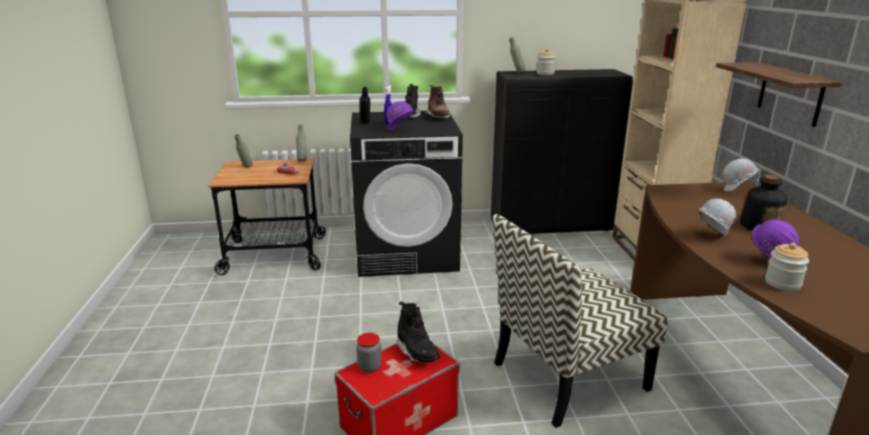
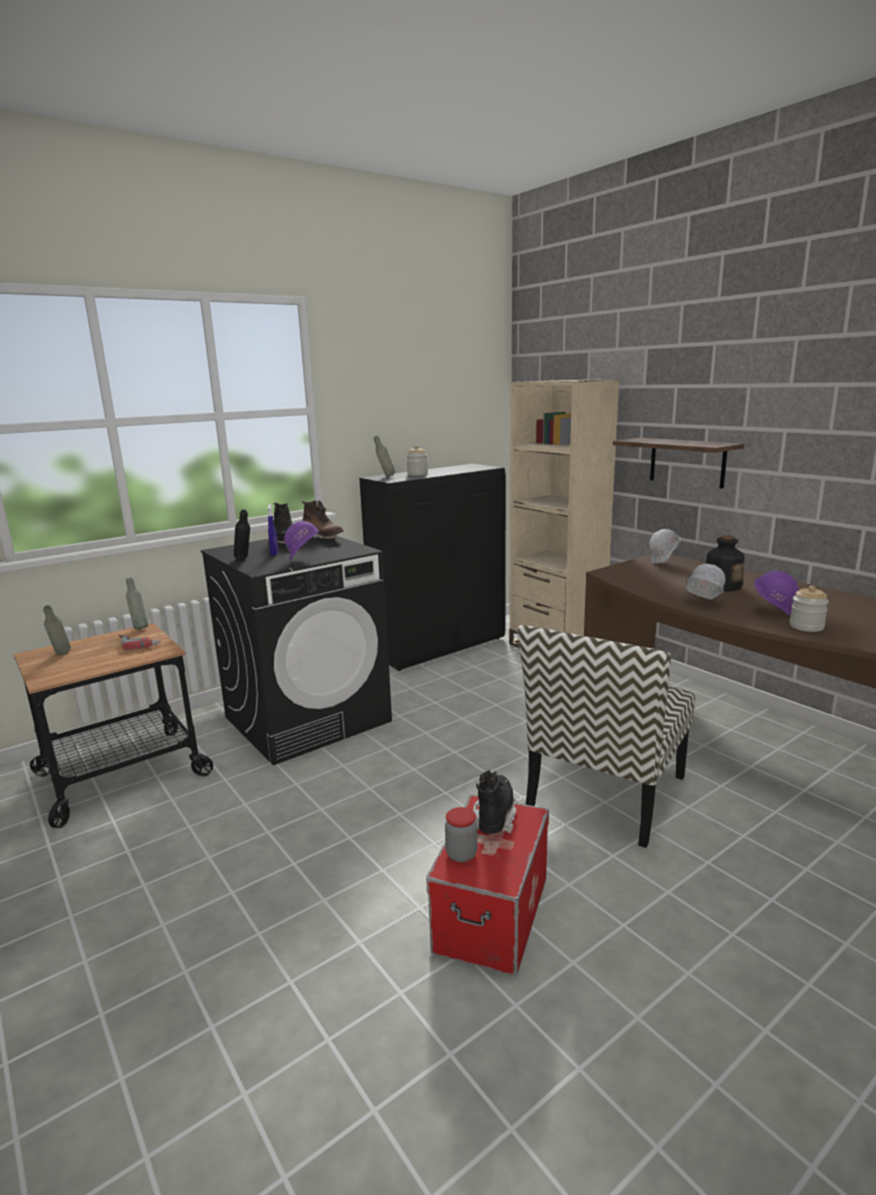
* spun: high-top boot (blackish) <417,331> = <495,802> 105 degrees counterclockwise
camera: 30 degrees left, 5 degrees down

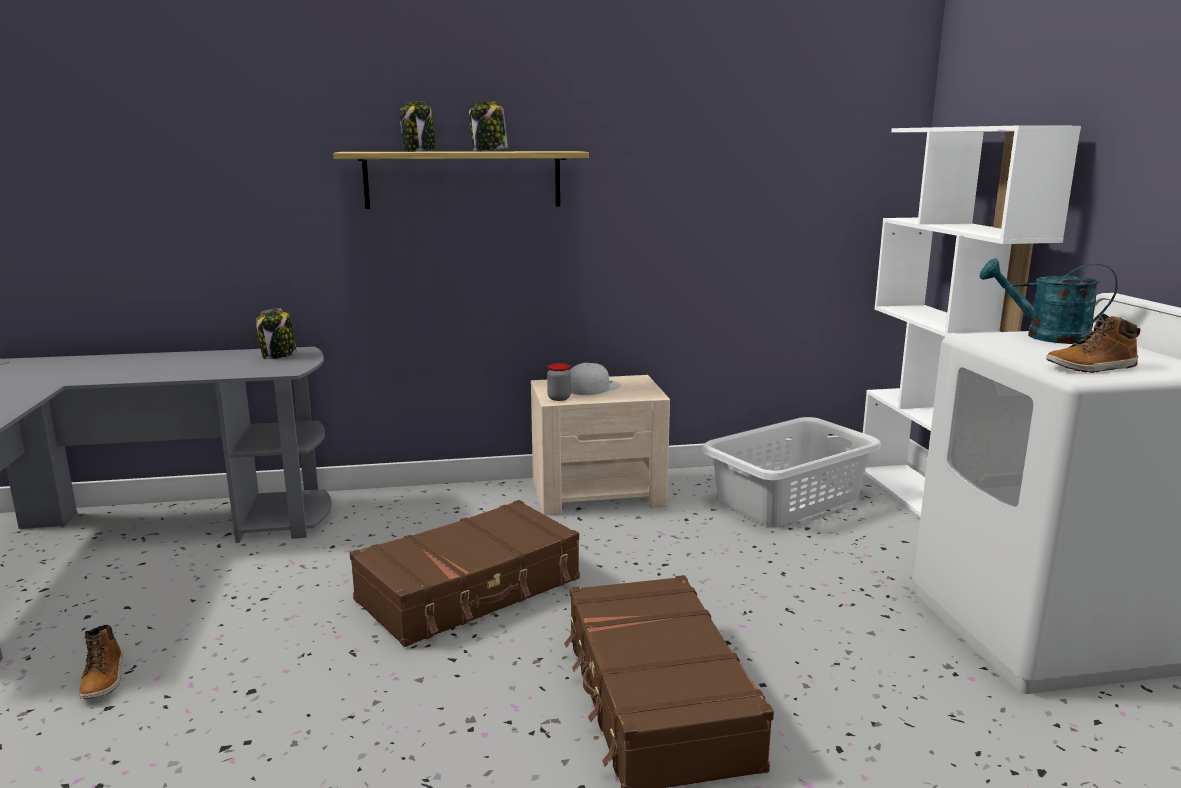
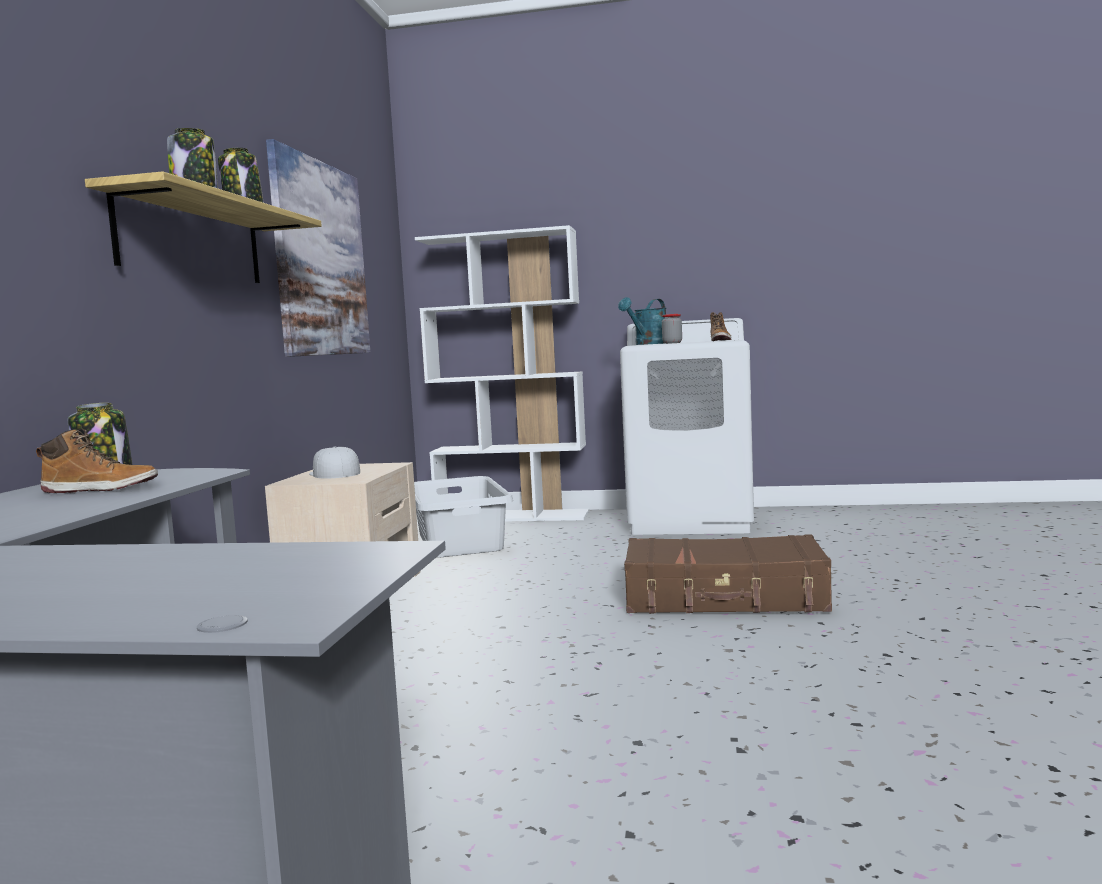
* relocated: preserve jar <559,382> to <672,329>
* missing: suitcase (brown-coloured) <465,573>
* relocated: high-top boot <101,662> to <97,461>
* appeared: picture <318,248>
camera: 70 degrees left, 10 degrees down

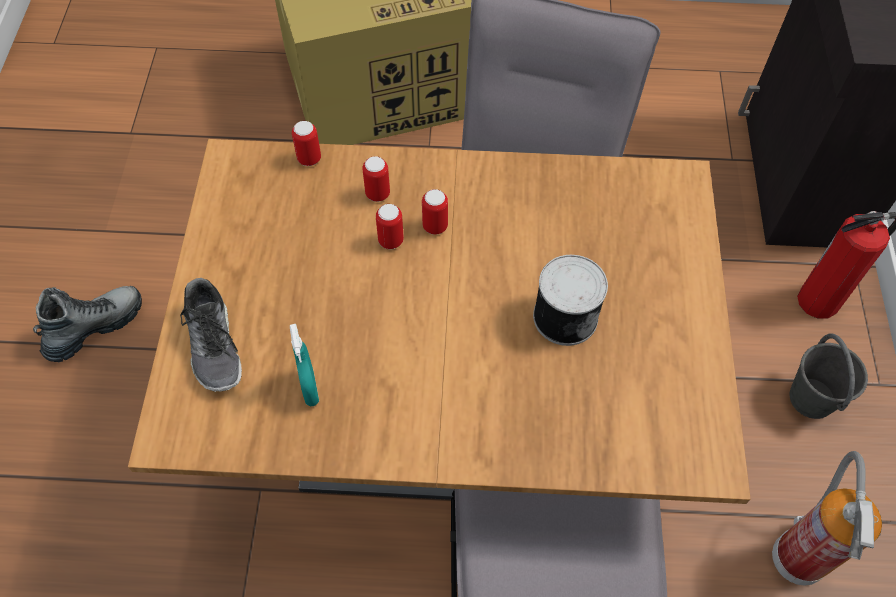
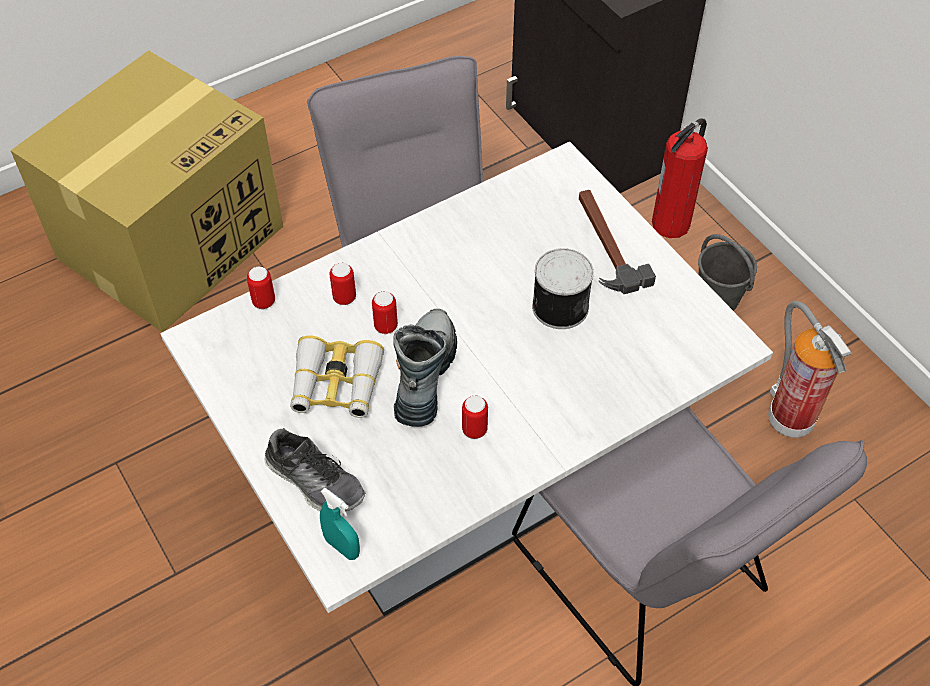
* colour: dinner table (brown-coloured) <439,321> to dinner table (white) <466,379>
* relocated: can <435,212> to <475,417>
* relocated: high-top boot <87,324> to <425,368>
* relocated: hand sprayer (blue-green) <304,365> to <340,524>
* appeared: hammer <617,242>
* appeared: pair of binoculars <337,377>
camera: 35 degrees left, 5 degrees down

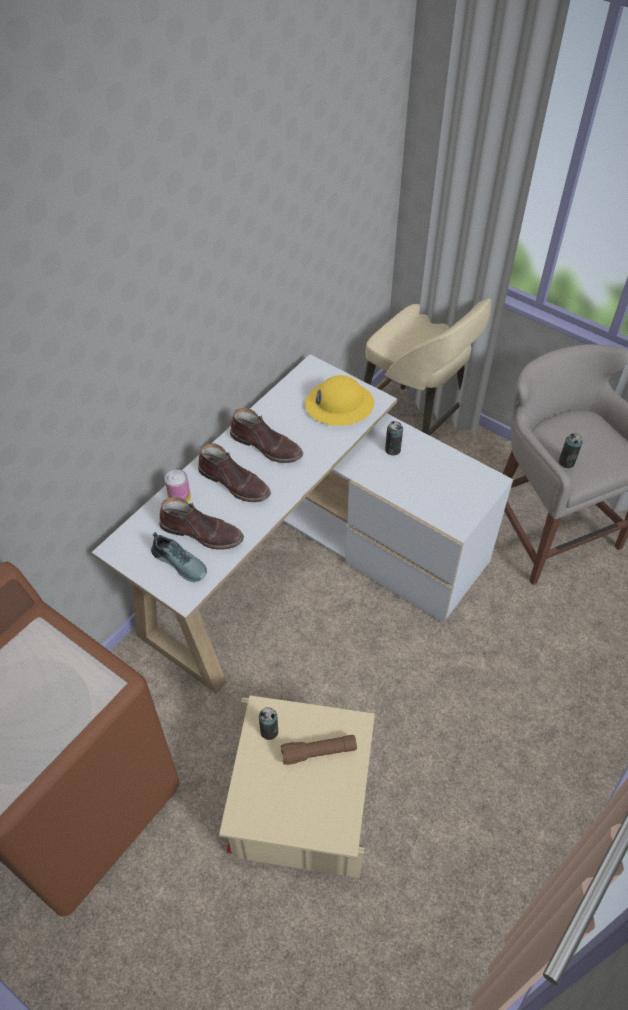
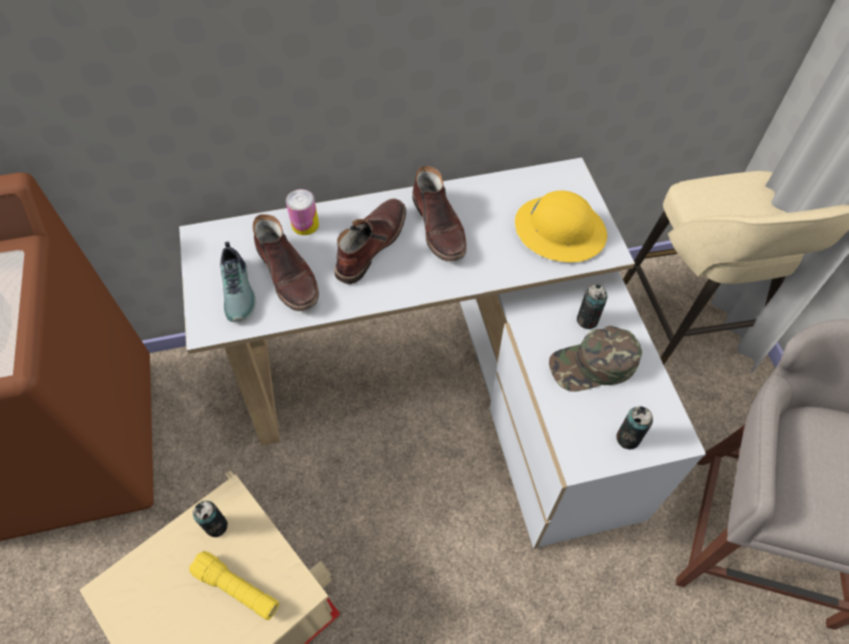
* relocated: can <570,450> to <634,428>
* spun: high-top boot (brown-coloured) <234,472> = <370,241> 135 degrees counterclockwise
* colour: hand torch (brown-coloured) <319,750> to hand torch (yellow) <234,585>
* appeared: peaked cap (greenish) <595,359>
camera: 40 degrees right, 5 degrees up

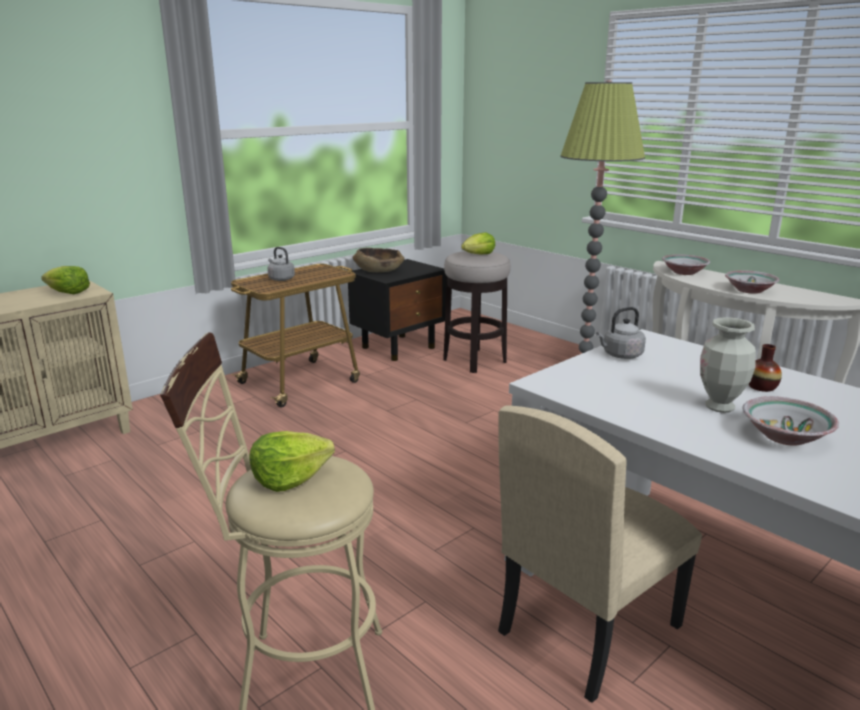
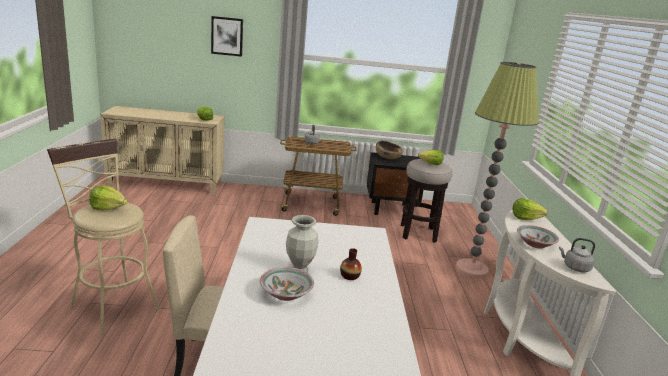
* exchanged: deep dish <686,264> to lettuce <530,209>
* relocated: kettle (grey) <621,333> to <577,255>
* appeared: picture <227,36>
camera: 40 degrees right, 0 degrees up

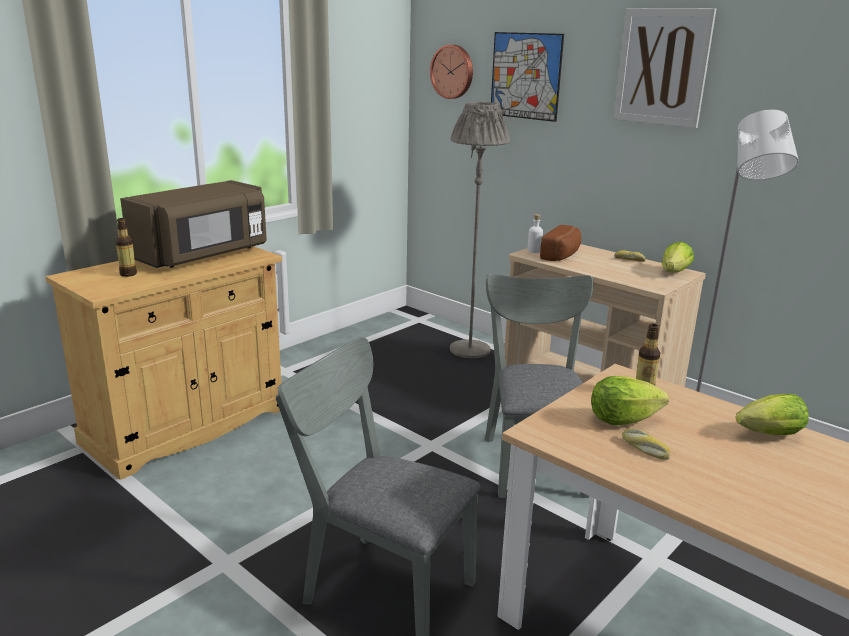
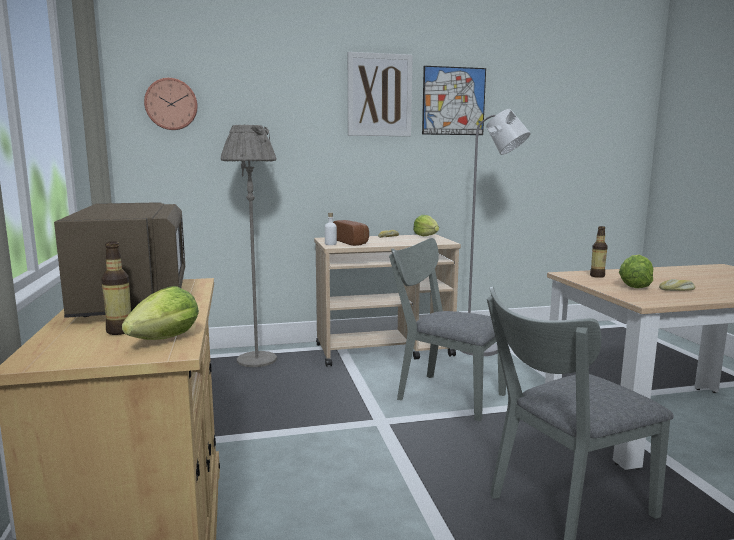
* relocated: picture <527,77> to <454,100>
* relocated: lettuce <772,414> to <160,313>
camera: 55 degrees left, 10 degrees down

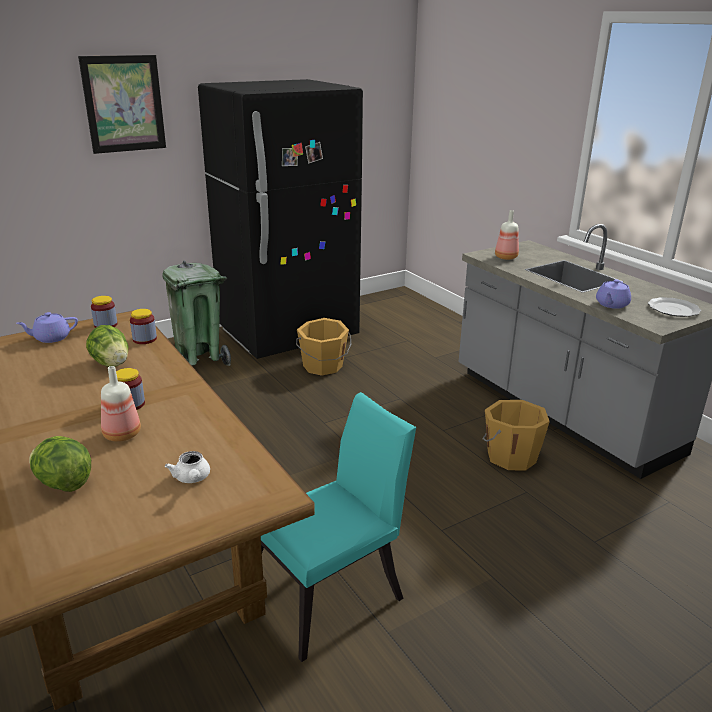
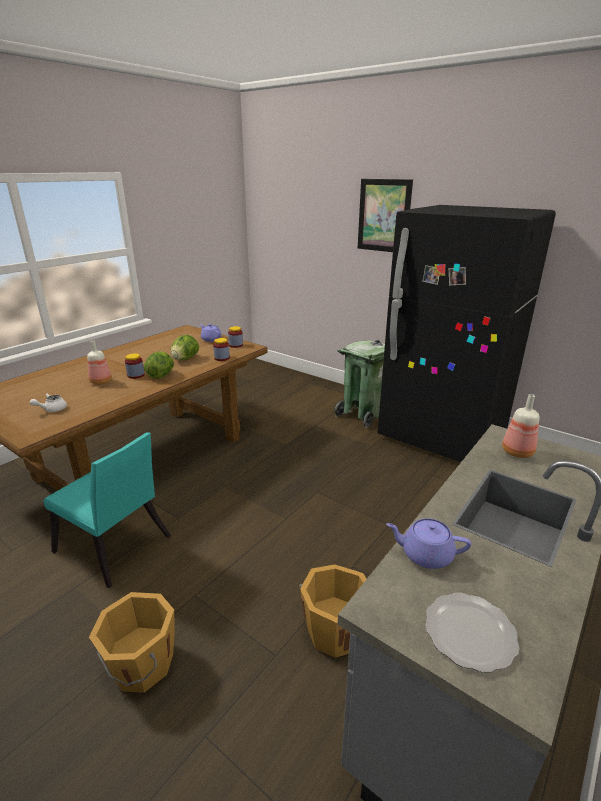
* relocated: bucket (orange) <323,347> to <132,642>
* relocated: lettuce <60,464> to <159,365>
camera: 70 degrees right, 0 degrees up

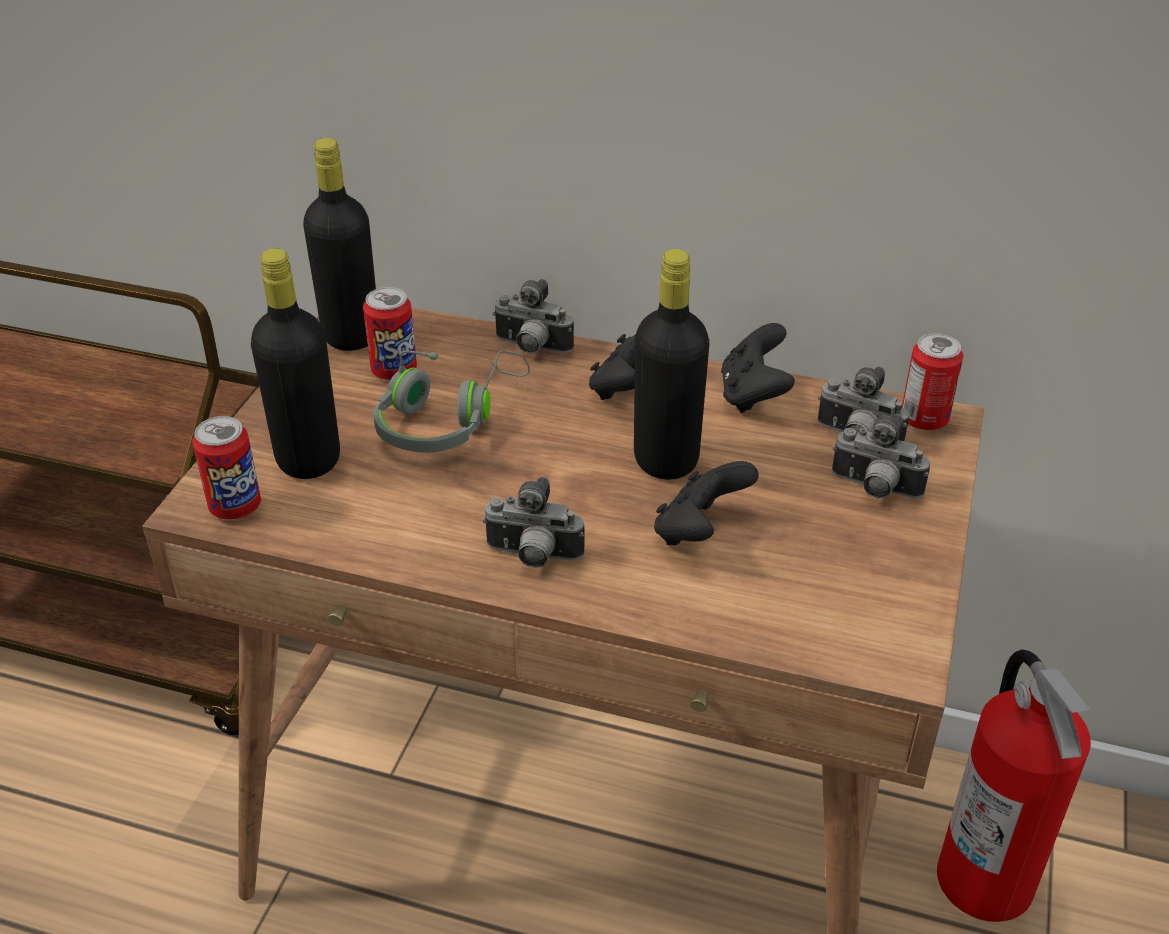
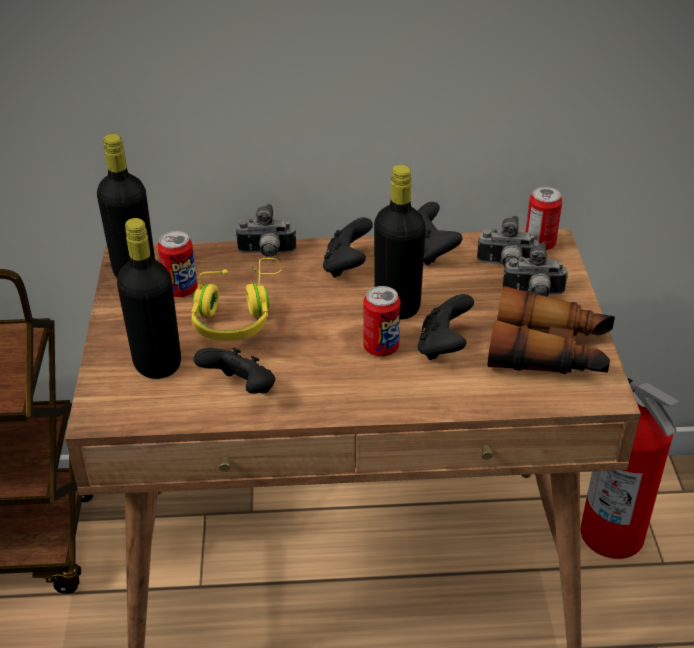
* colour: pair of headphones (grey) <451,401> to pair of headphones (yellow) <236,299>
* relocated: can <226,468> to <382,321>
* missing: still camera <534,522>
* appeared: pair of binoculars <551,330>
* appeared: joypad (blackish) <234,370>
camera: 20 degrees left, 0 degrees up

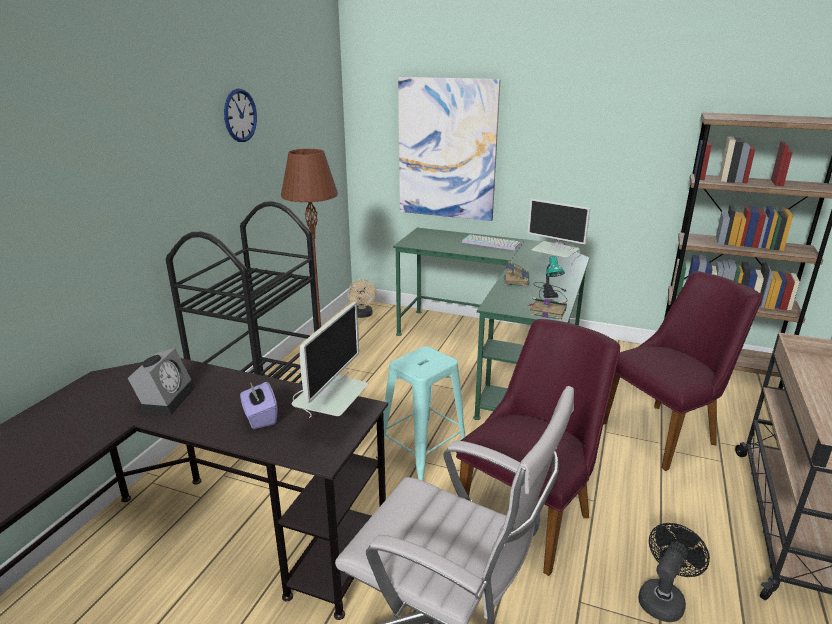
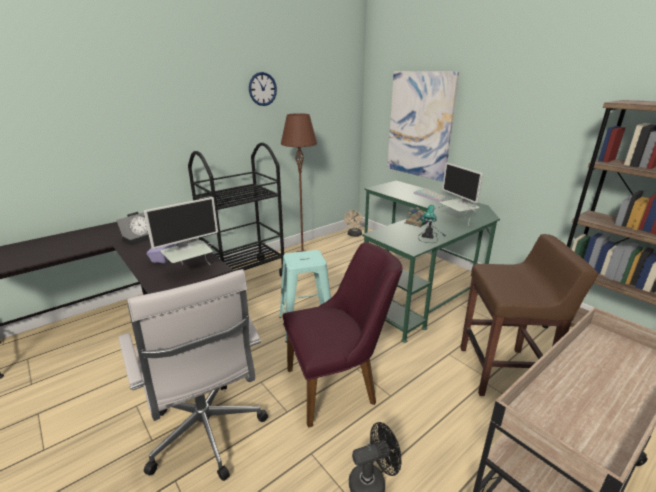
* exchanged: plain chair (purple) <683,371> to stool (brown-coloured) <529,315>
* missing: bound book <547,308>
camera: 30 degrees right, 0 degrees up

